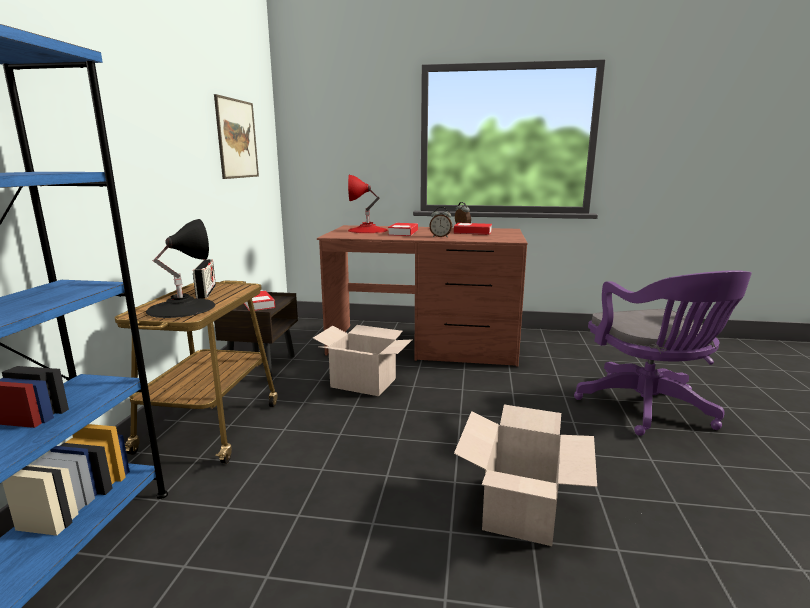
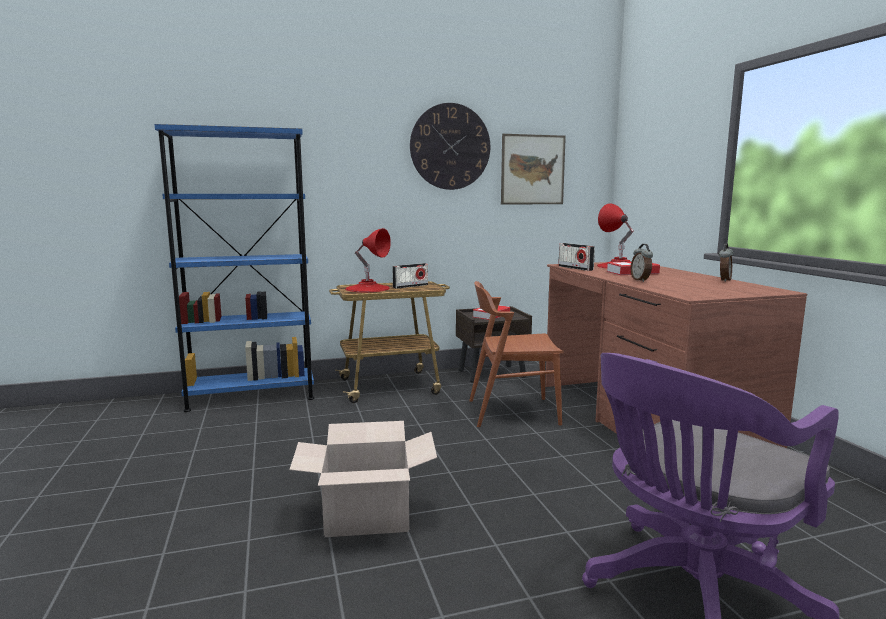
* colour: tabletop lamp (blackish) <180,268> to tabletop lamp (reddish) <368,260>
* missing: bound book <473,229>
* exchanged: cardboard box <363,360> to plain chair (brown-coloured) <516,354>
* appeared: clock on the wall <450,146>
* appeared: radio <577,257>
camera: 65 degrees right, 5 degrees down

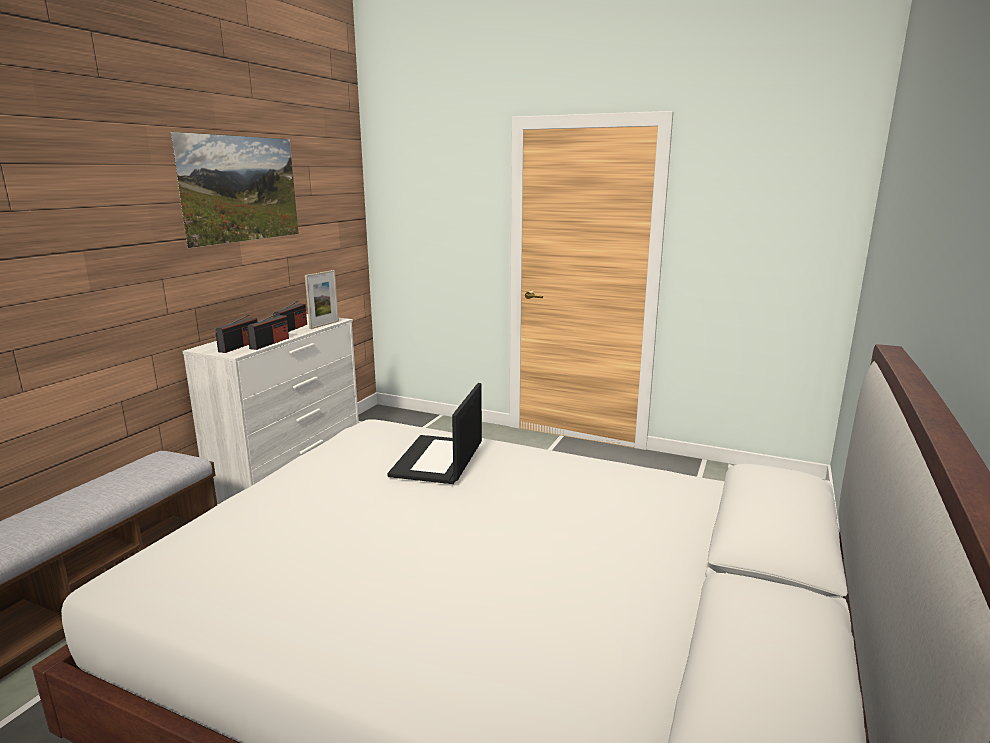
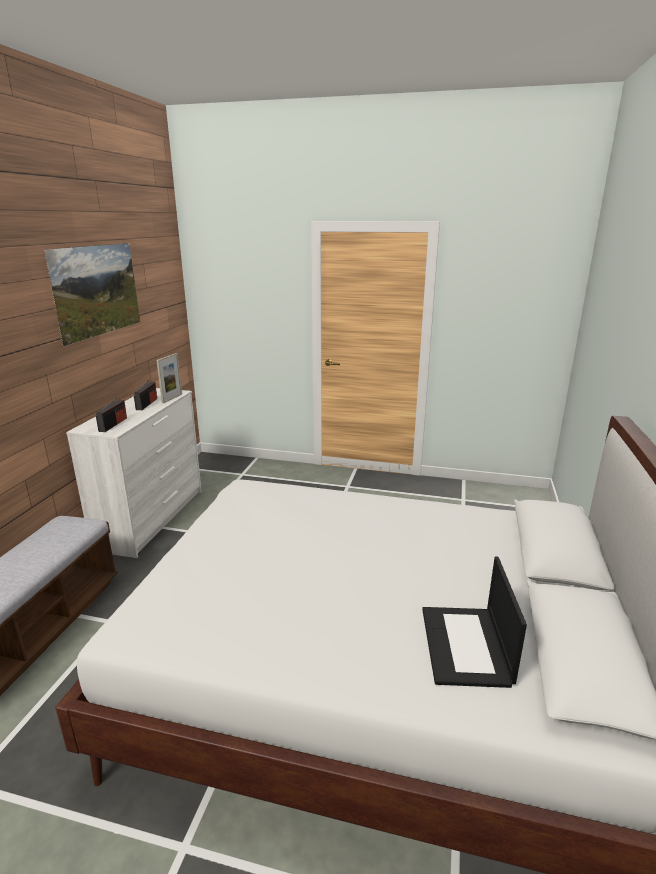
* missing: radio <268,331>
* relocated: laptop <434,433> to <474,622>
camera: 10 degrees left, 5 degrees up

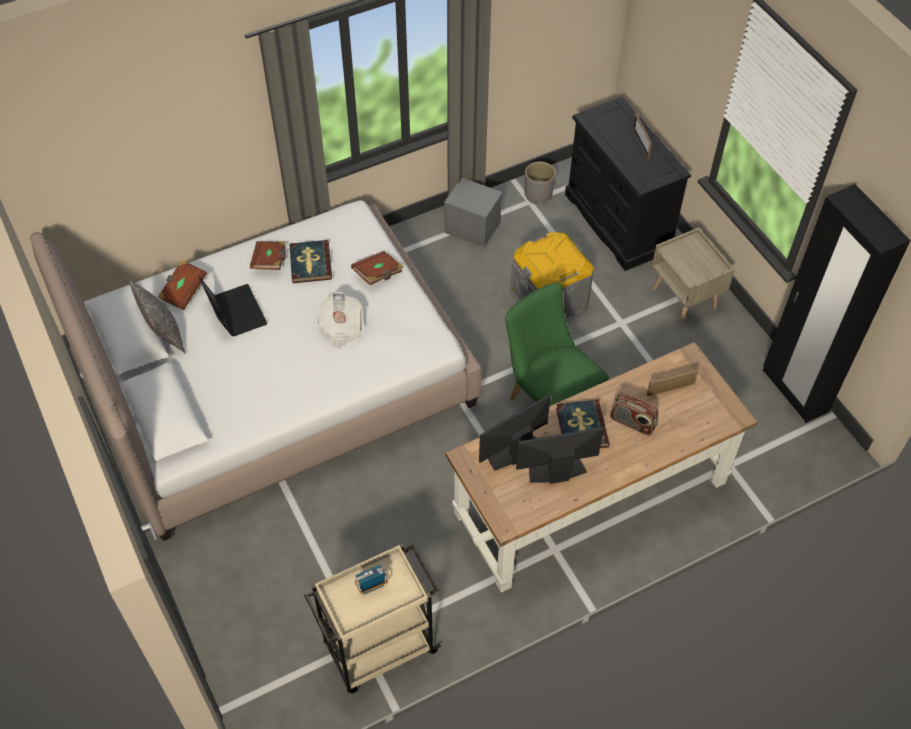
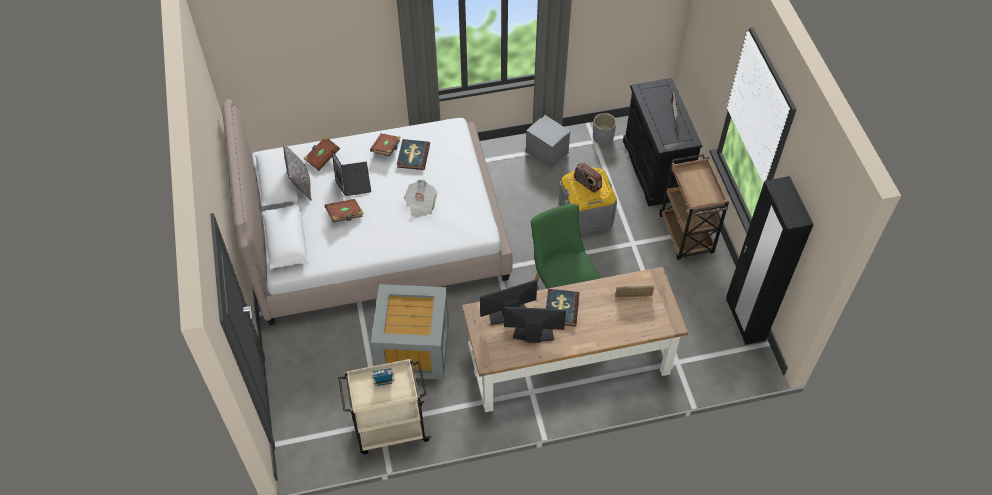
* exchanged: nightstand (sand-coloured) <693,275> to trolley (brown-coloured) <694,207>
* relocated: bound book (brown-coloured) <377,268> to <344,211>
* relocated: radio <634,413> to <588,177>
* appeared: storage bin (grey) <410,332>
camera: 15 degrees right, 0 degrees up

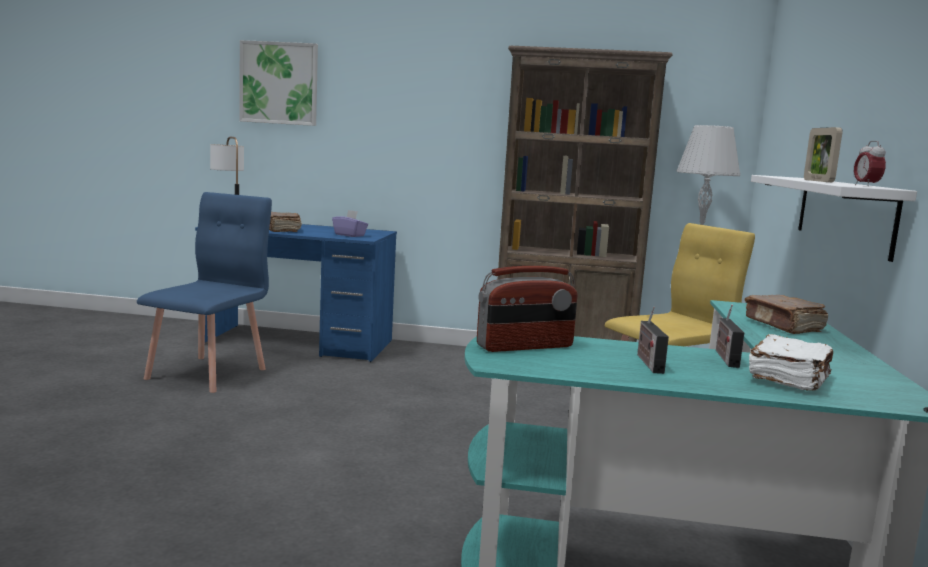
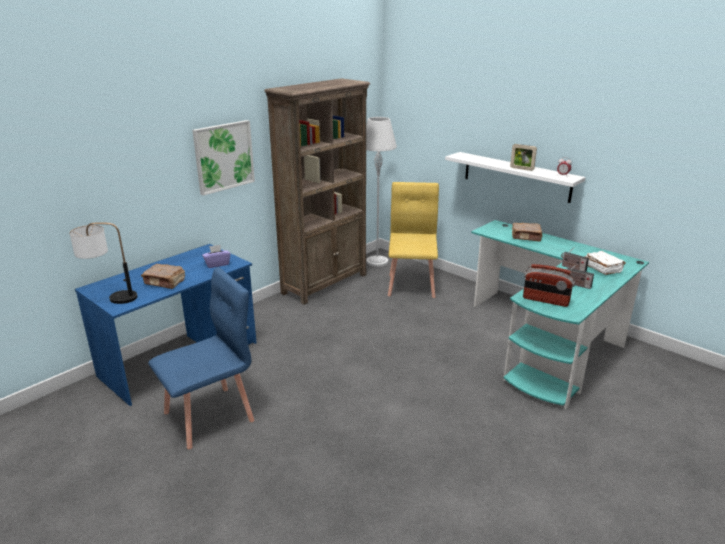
* relocated: picture <278,83> to <223,158>
* spun: plain chair (bluish) <204,292> = <201,358> 90 degrees clockwise
* spun: radio <527,309> = <549,285> 105 degrees clockwise
camera: 55 degrees left, 15 degrees up

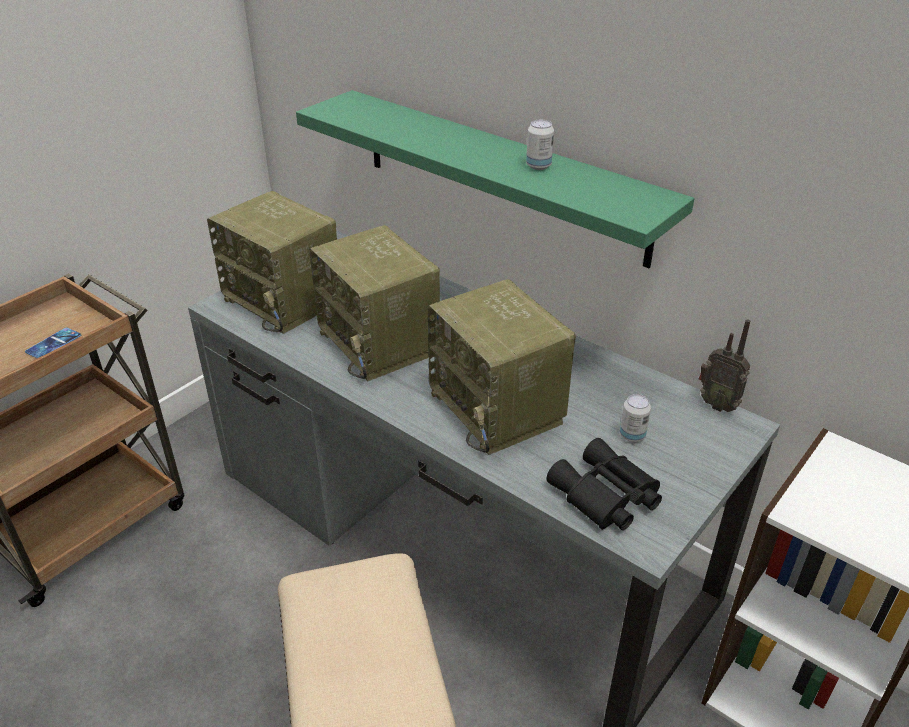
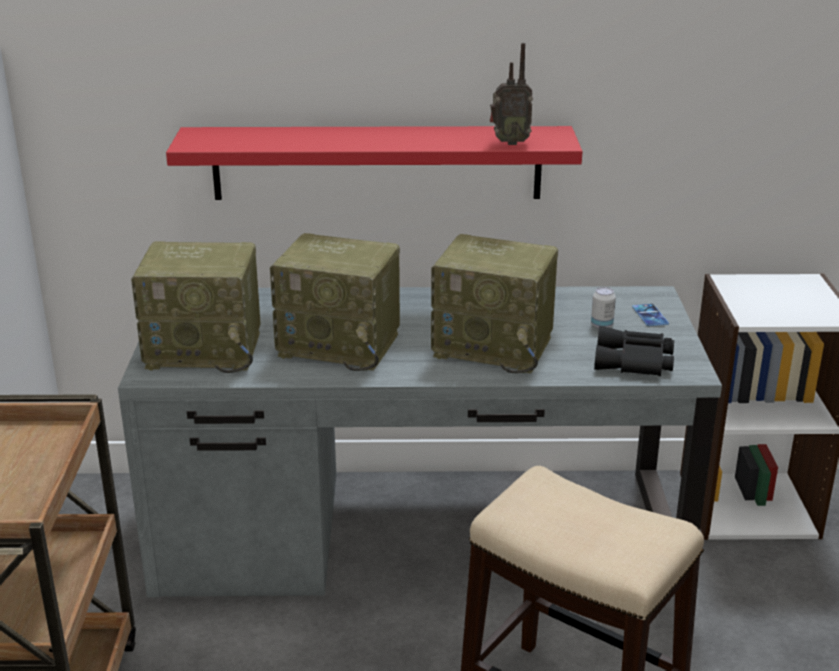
* colour: shelf (greenish) <495,179> to shelf (reddish) <374,163>
* missing: can <540,145>
* relocated: radio <724,365> to <511,94>
* relocated: telephone <53,343> to <650,315>
camera: 40 degrees left, 10 degrees down

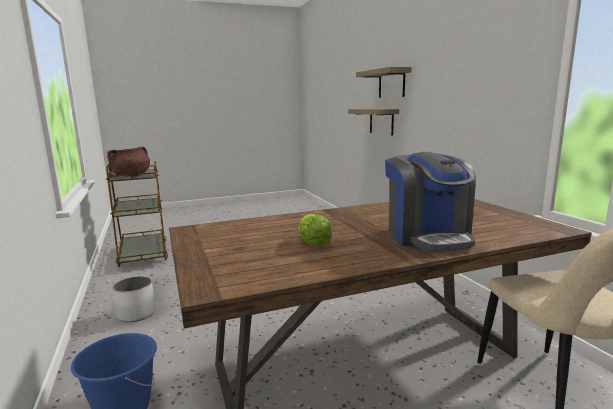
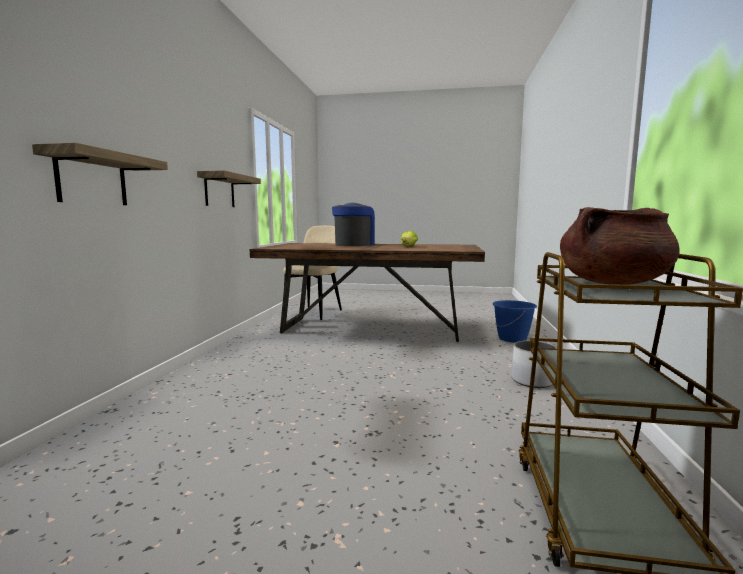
* relocated: shelf <384,82> to <229,188>
camera: 150 degrees left, 5 degrees down

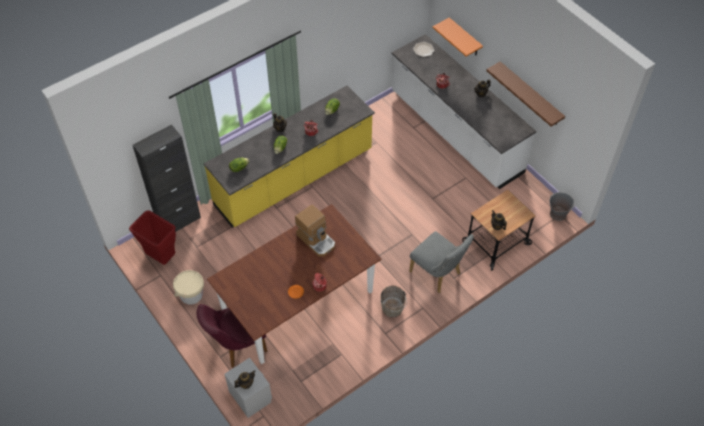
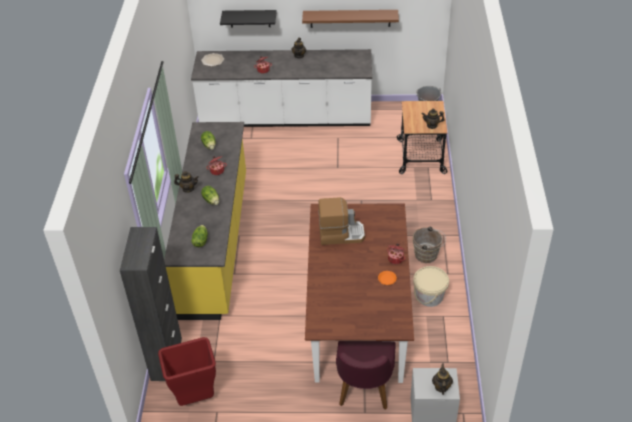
* colour: shelf (orange) <457,37> to shelf (blackish) <248,19>
* missing: plain chair (grey) <441,262>
* relocated: bucket (sand-coloured) <188,287> to <431,286>
camera: 50 degrees left, 10 degrees down

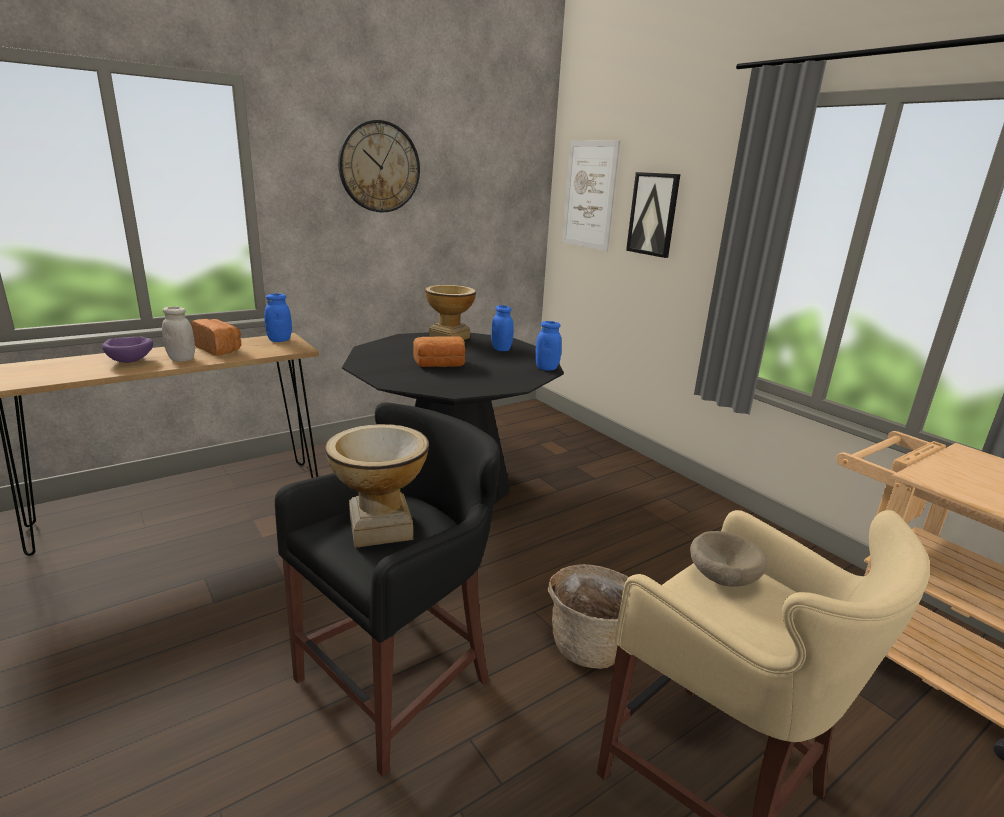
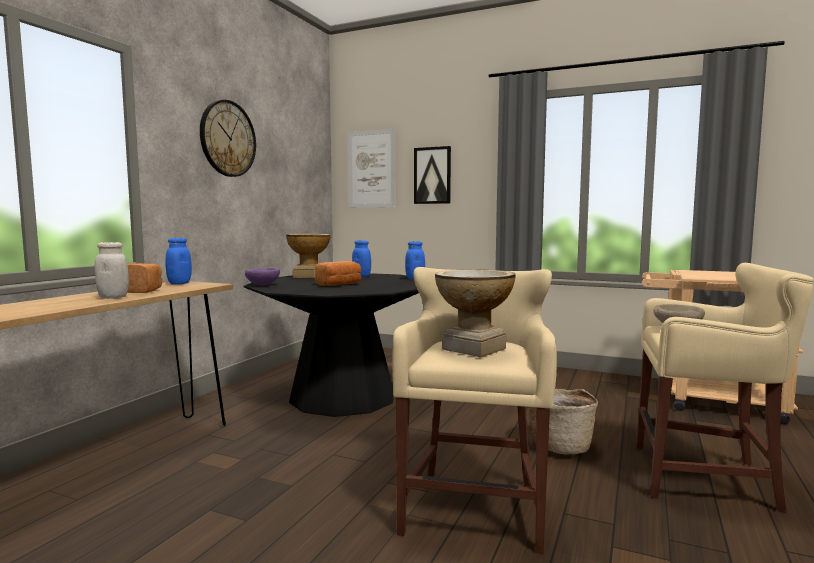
* relocated: deep dish (purple) <127,350> to <262,276>
* colour: stool (blackish) <387,589> to stool (sand-coloured) <474,410>
camera: 30 degrees left, 15 degrees down

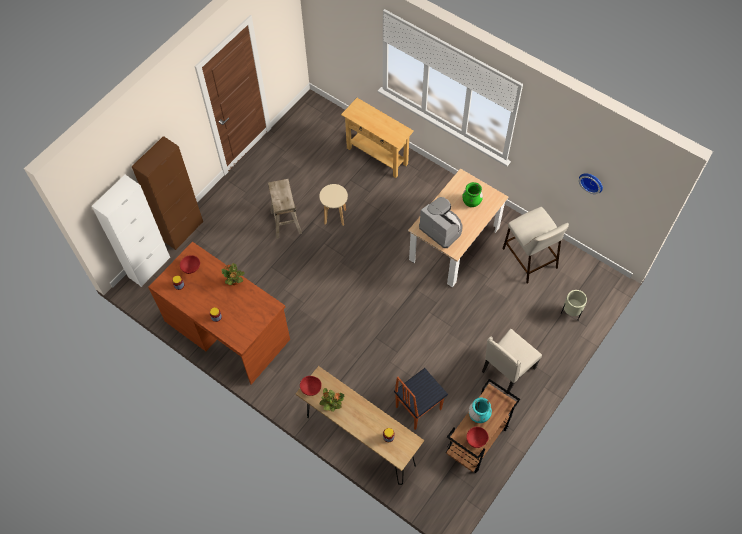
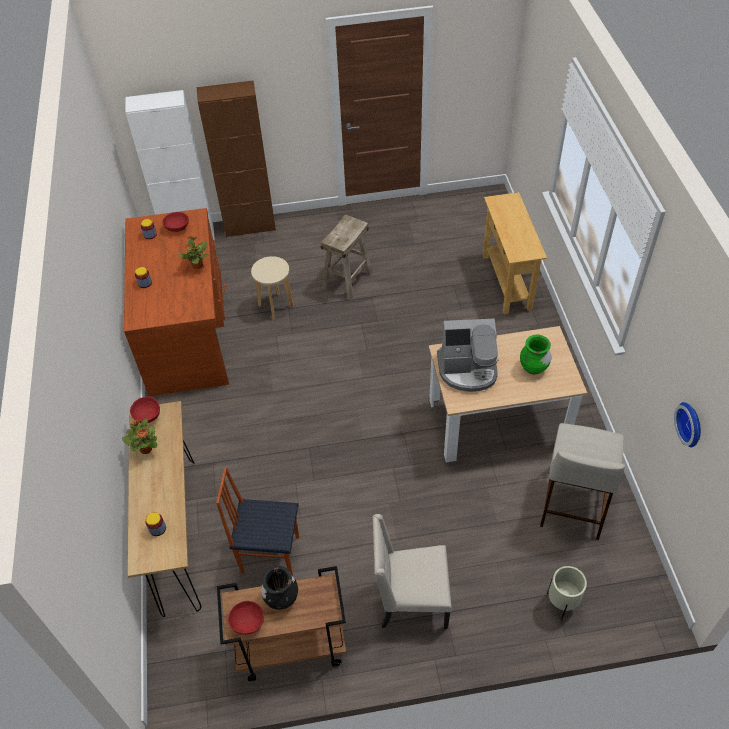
* relocated: stool (sand-coloured) <333,205> to <272,288>
* spun: coffee maker <441,222> = <468,355> 90 degrees clockwise
* colour: flower vase (blue-green) <480,410> to flower vase (blackish) <279,588>
camera: 45 degrees right, 10 degrees down

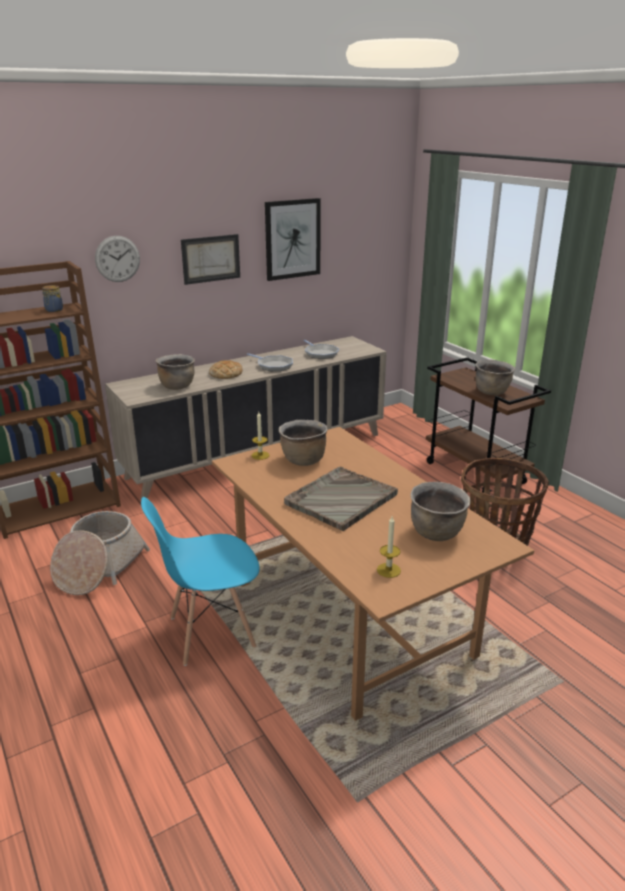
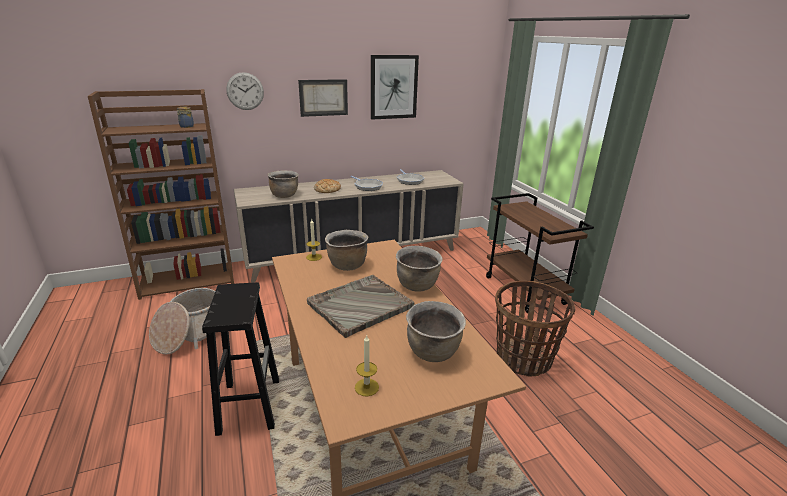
* relocated: cooking pot (brown-coloured) <495,377> to <419,269>
* exchanged: plain chair (bluish) <200,581> to stool (blackish) <240,359>
camera: 10 degrees right, 0 degrees up

